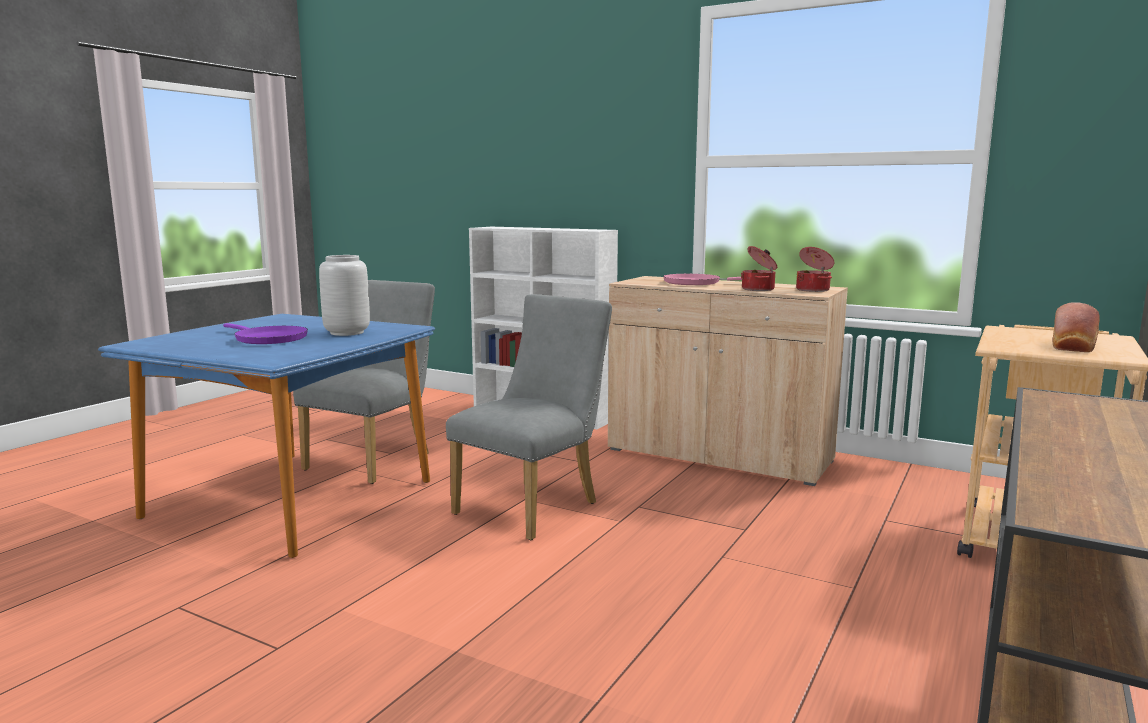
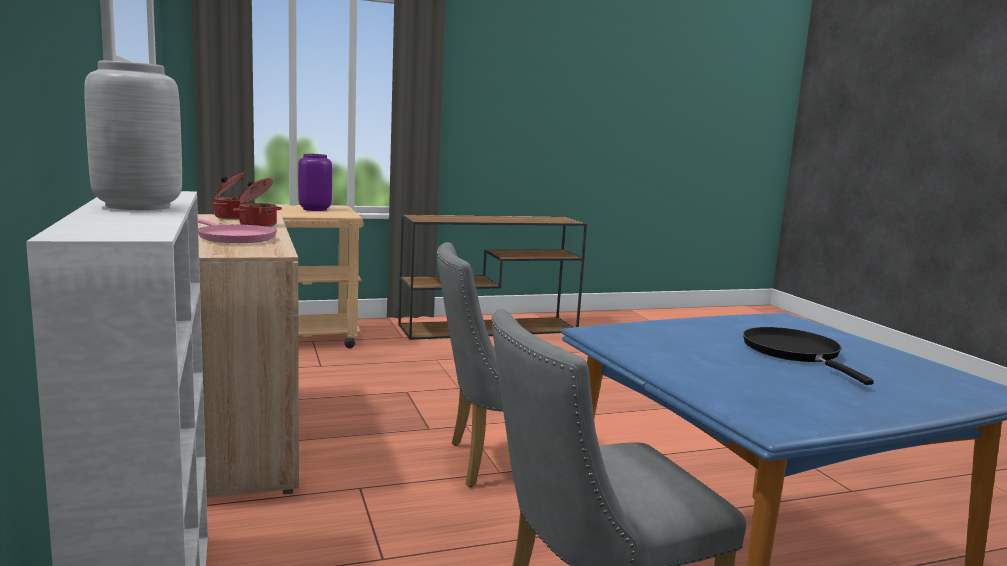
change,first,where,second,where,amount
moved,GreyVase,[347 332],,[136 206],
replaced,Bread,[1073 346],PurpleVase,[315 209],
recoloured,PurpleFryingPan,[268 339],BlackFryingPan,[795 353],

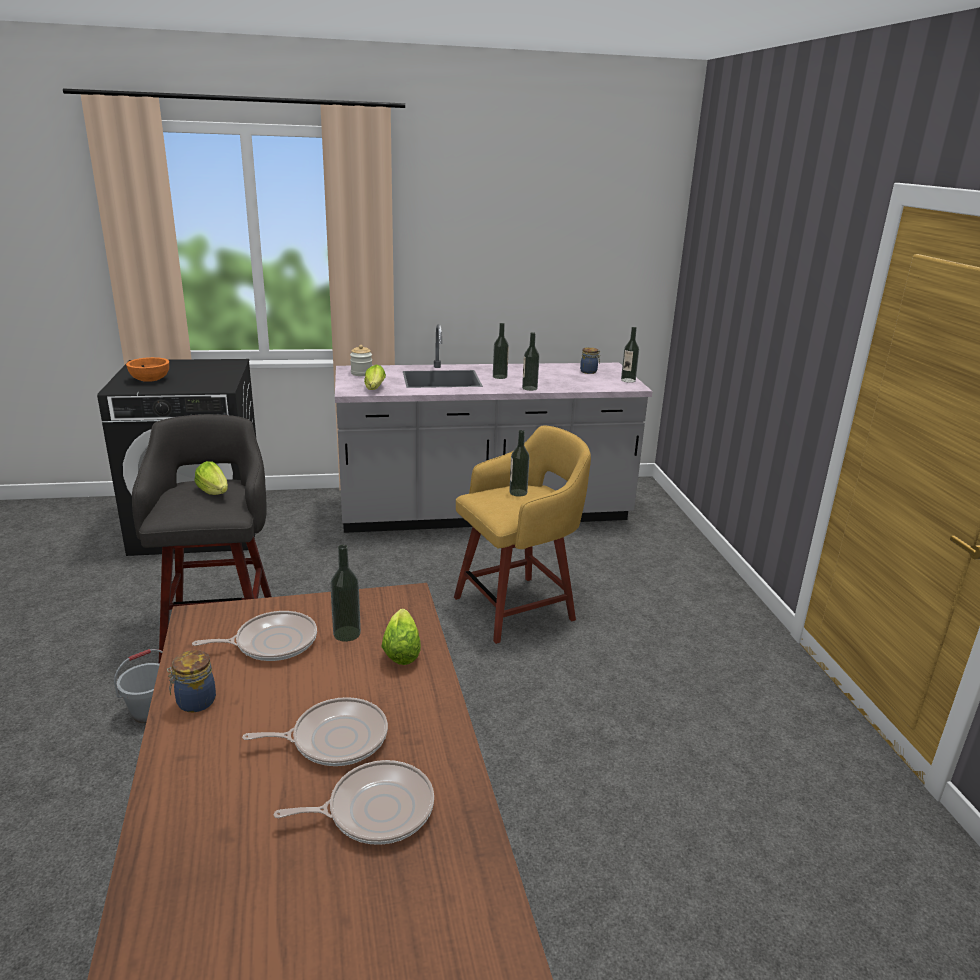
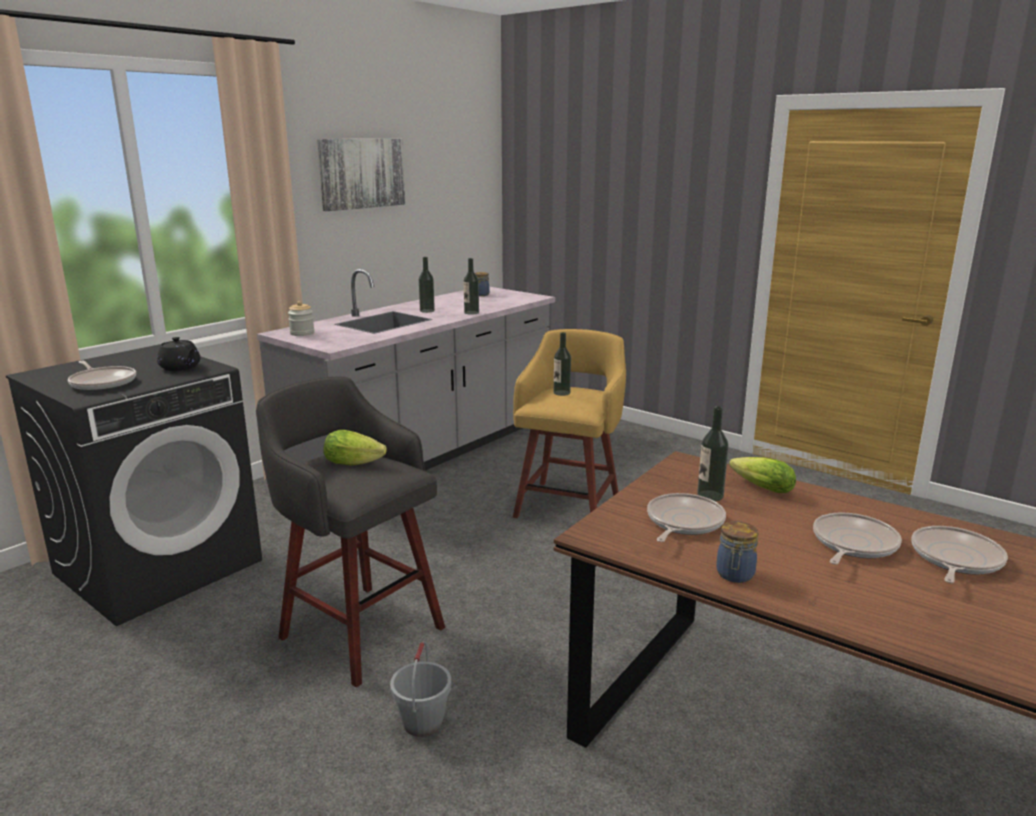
change,first,where,second,where,amount
replaced,OrangeBowl,[150 380],FryingPan,[103 383],
added,,,BlackTeapot,[180 368],
added,,,Picture,[361 173],
removed,Lettuce,[374 389],,,
removed,Bottle,[628 380],,,

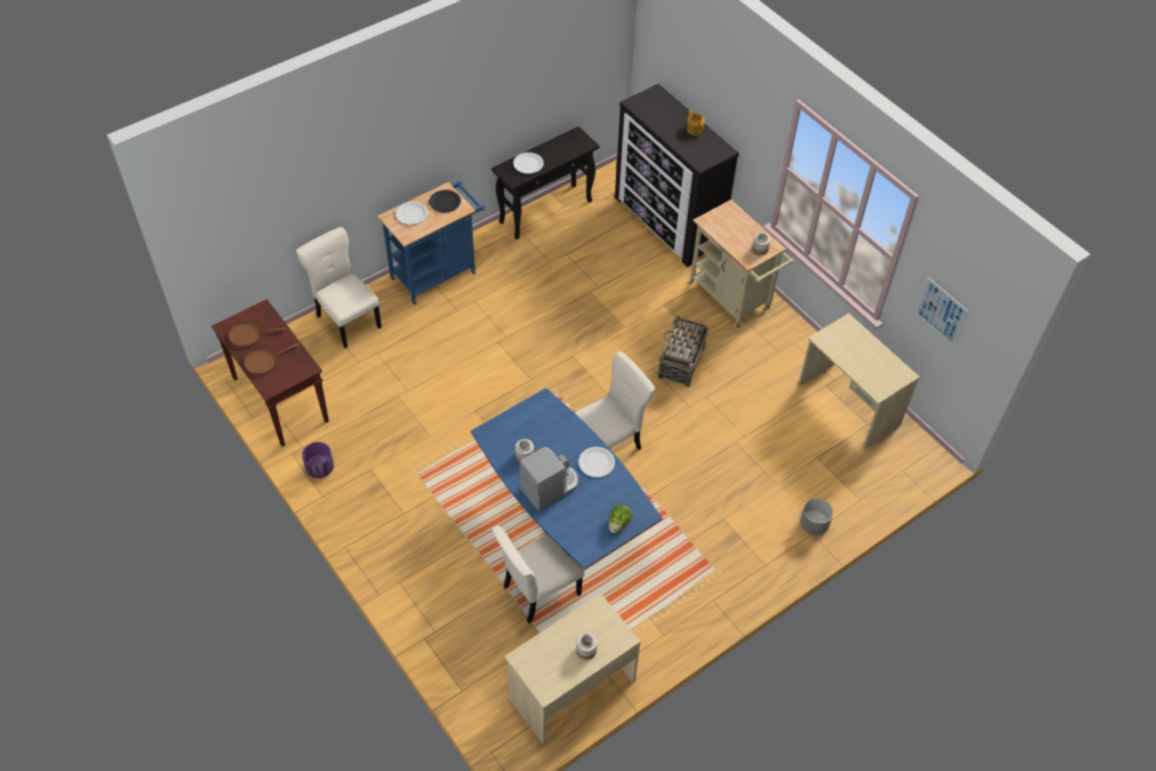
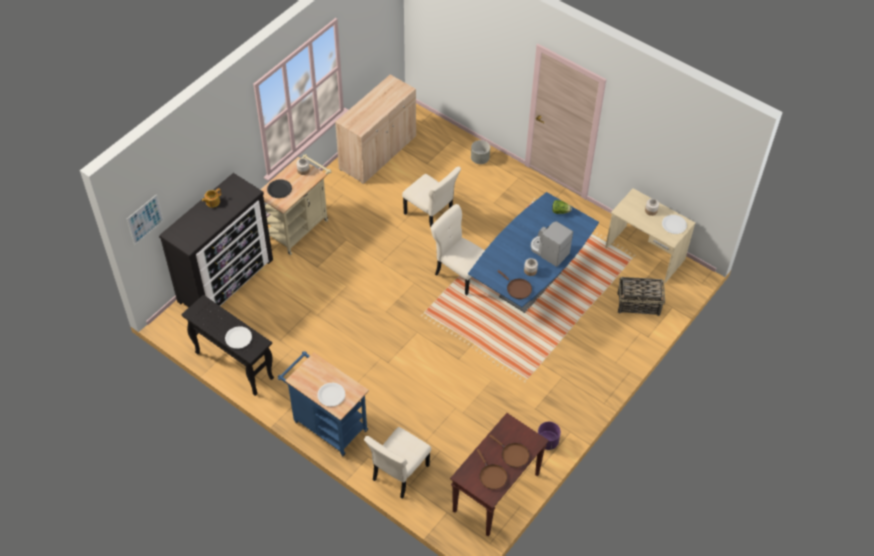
change,first,where,second,where,amount
moved,Picture,[941 311],,[145 219],
moved,BlackPlate,[445 202],,[279 189],
replaced,BeigeDesk,[848 405],BeigeCabinet,[378 153],
moved,BeigeChair,[538 591],,[430 216],
added,,,BrownFryingPan,[517 288],
moved,Basket,[680 363],,[639 304],
moved,WhitePlate,[596 463],,[674 225],

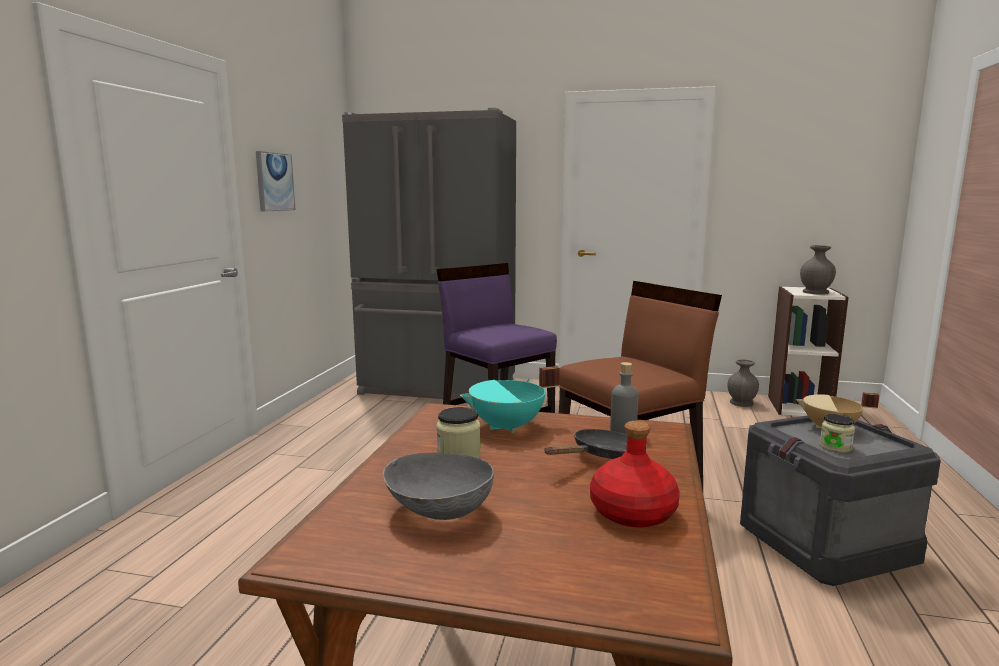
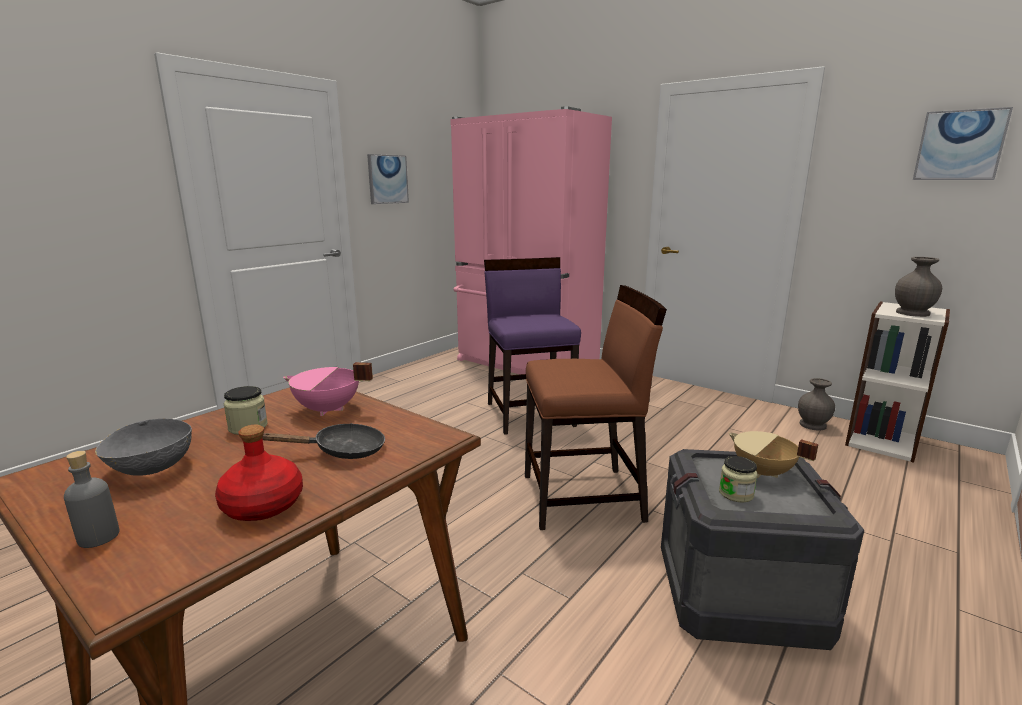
change,first,where,second,where,amount
moved,GreyBottle,[623 430],,[98 537],
recoloured,TurquoiseCookingPot,[508 427],PinkCookingPot,[327 410],
recoloured,GreyFridge,[437 388],PinkFridge,[525 363],
added,,,Picture,[960 145],

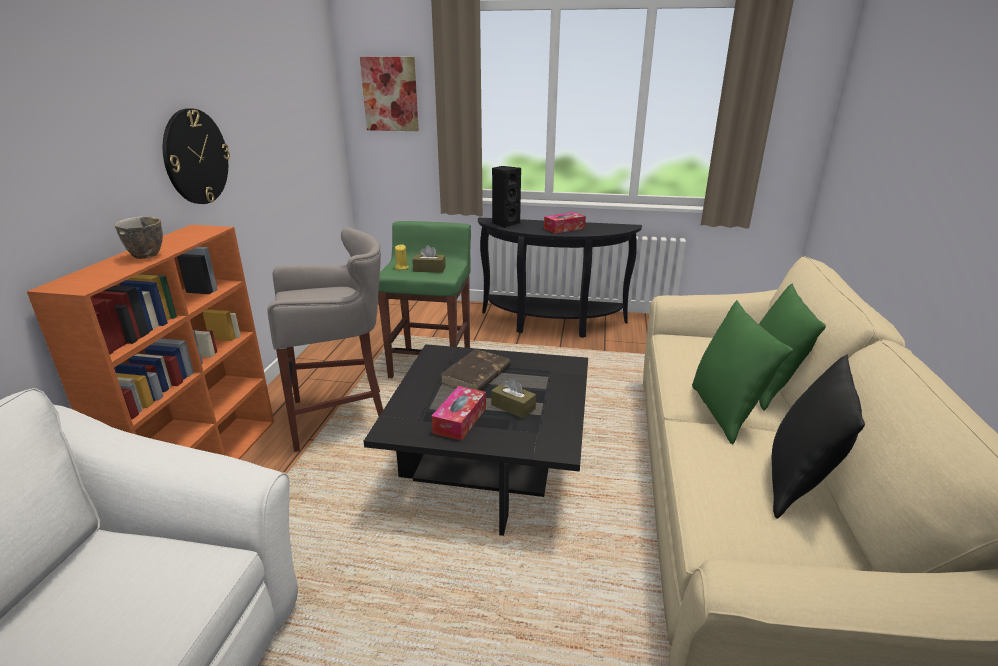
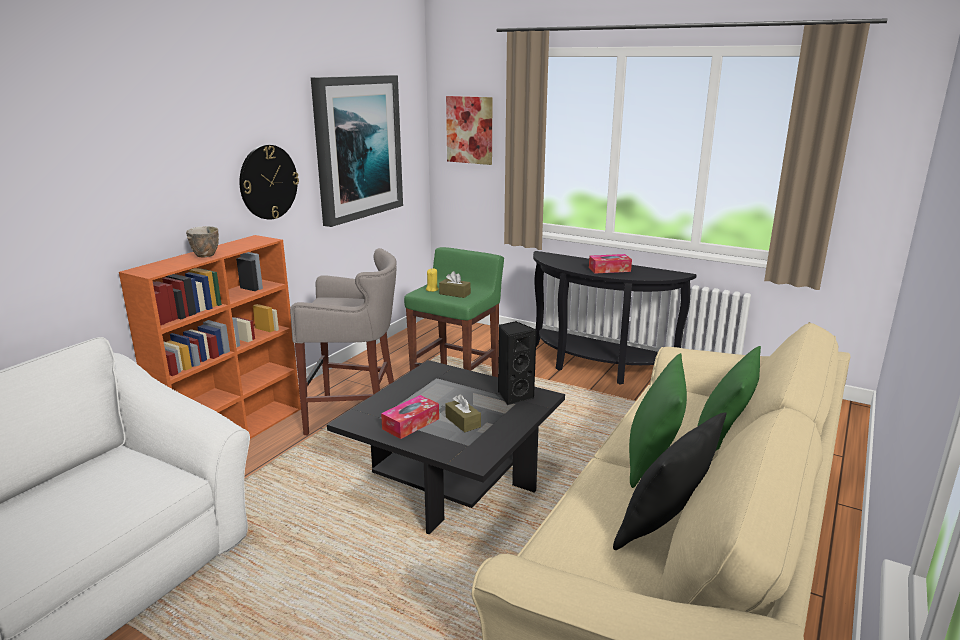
change,first,where,second,where,amount
added,,,Picture,[357 147],
moved,BlackSpeaker,[505 224],,[514 396],
removed,BrownBook,[476 375],,,

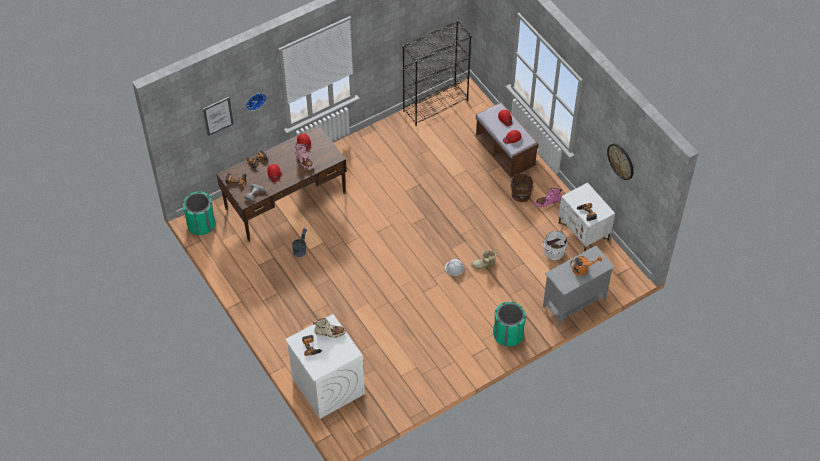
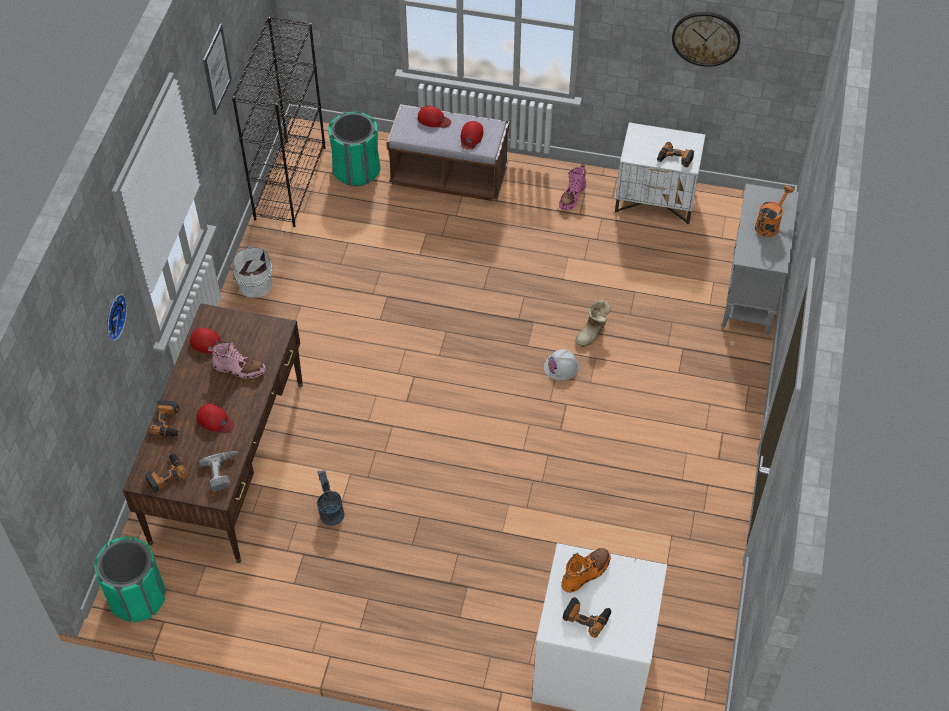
change,first,where,second,where,amount
moved,Picture,[218 116],,[216 69],
moved,WhiteBucket,[553 251],,[253 284],
moved,GreenTrashCan,[508 334],,[356 170],
recoloured,BeigeBoot,[329 332],OrangeBoot,[586 573],
removed,BrownBucket,[520 195],,,

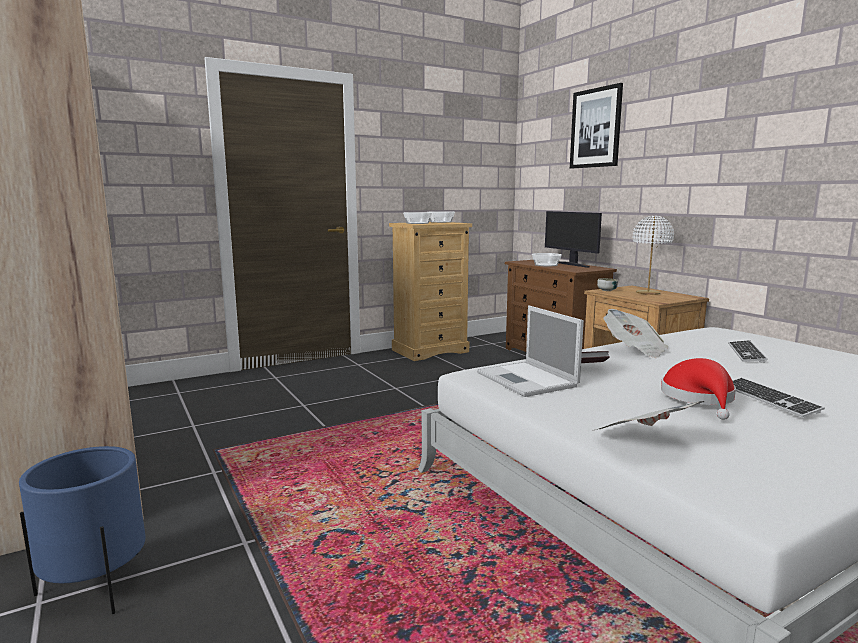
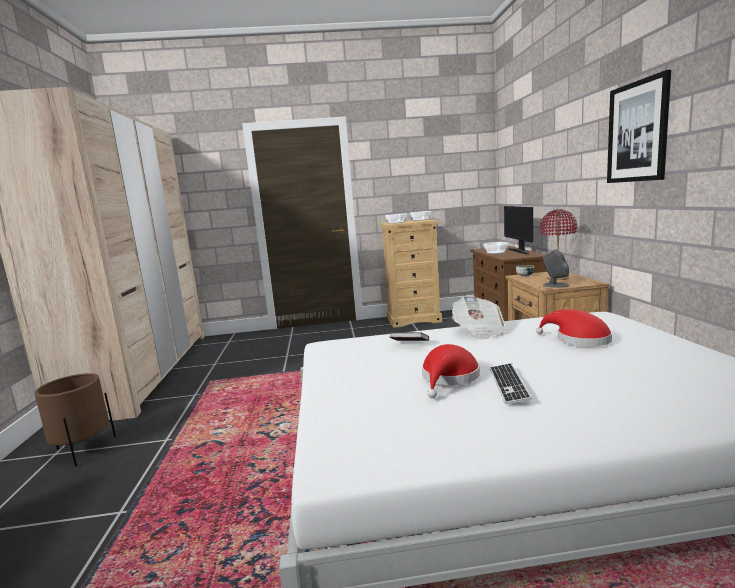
change,first,where,second,where,amount
recoloured,BluePlanter,[96 585],BrownPlanter,[83 450],
replaced,Keyboard,[746 353],RedHat,[578 339],
recoloured,WhiteTableLamp,[648 293],RedTableLamp,[557 278],
added,,,GreySpeaker,[555 285],
moved,Picture,[596 128],,[637 132],
removed,Laptop,[528 380],,,
removed,Newspaper,[643 442],,,

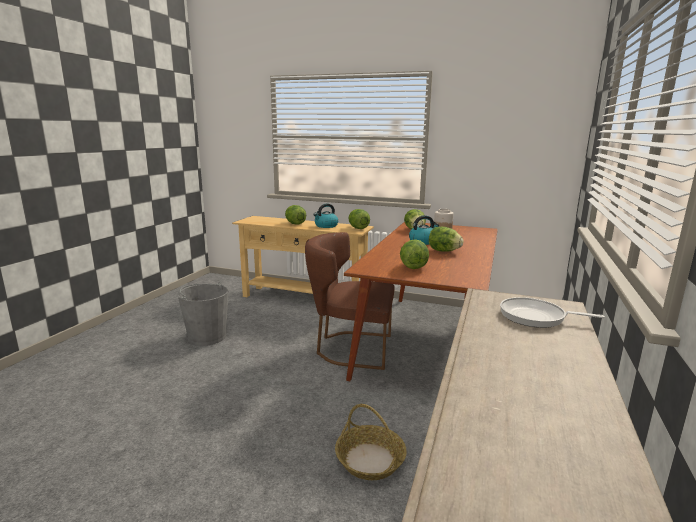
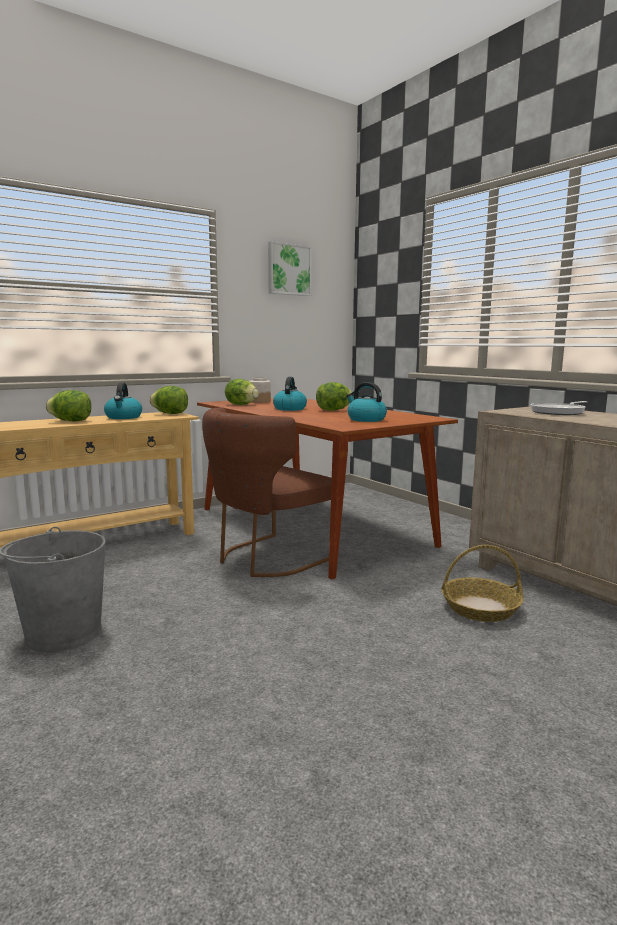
change,first,where,second,where,amount
added,,,Picture,[288 269],
replaced,Lettuce,[413 267],Kettle,[365 419],

